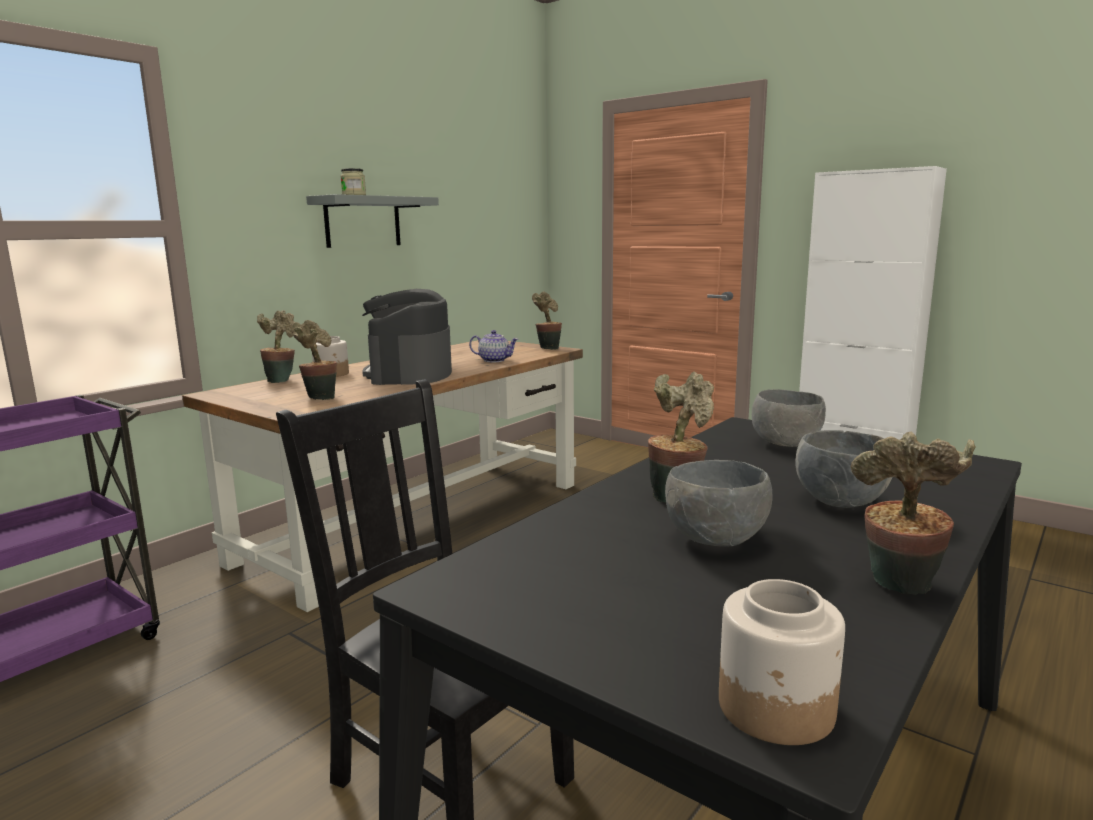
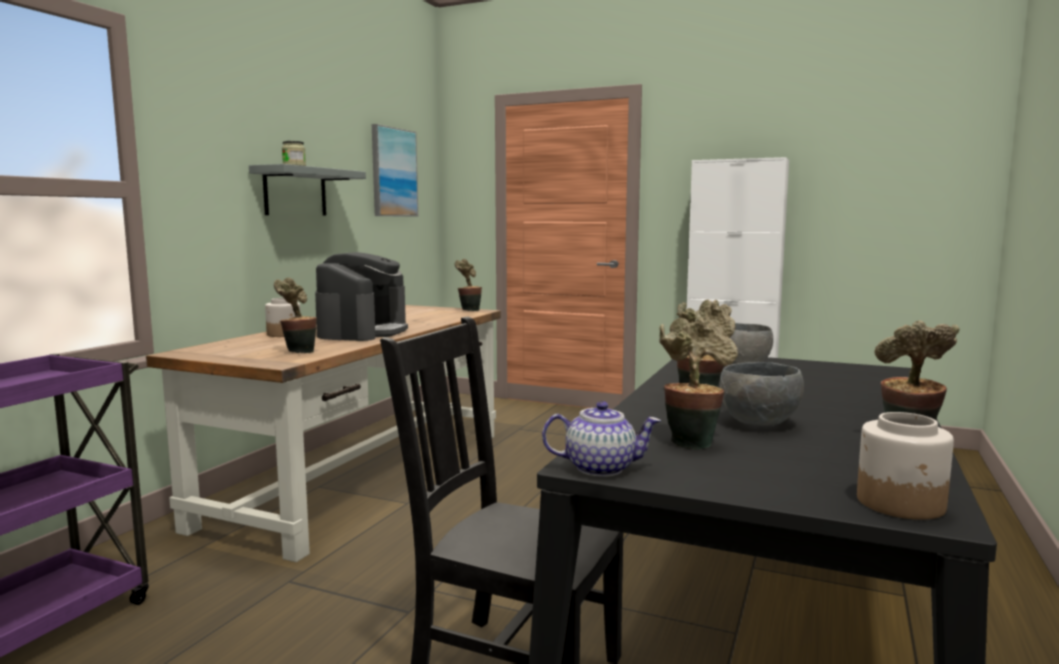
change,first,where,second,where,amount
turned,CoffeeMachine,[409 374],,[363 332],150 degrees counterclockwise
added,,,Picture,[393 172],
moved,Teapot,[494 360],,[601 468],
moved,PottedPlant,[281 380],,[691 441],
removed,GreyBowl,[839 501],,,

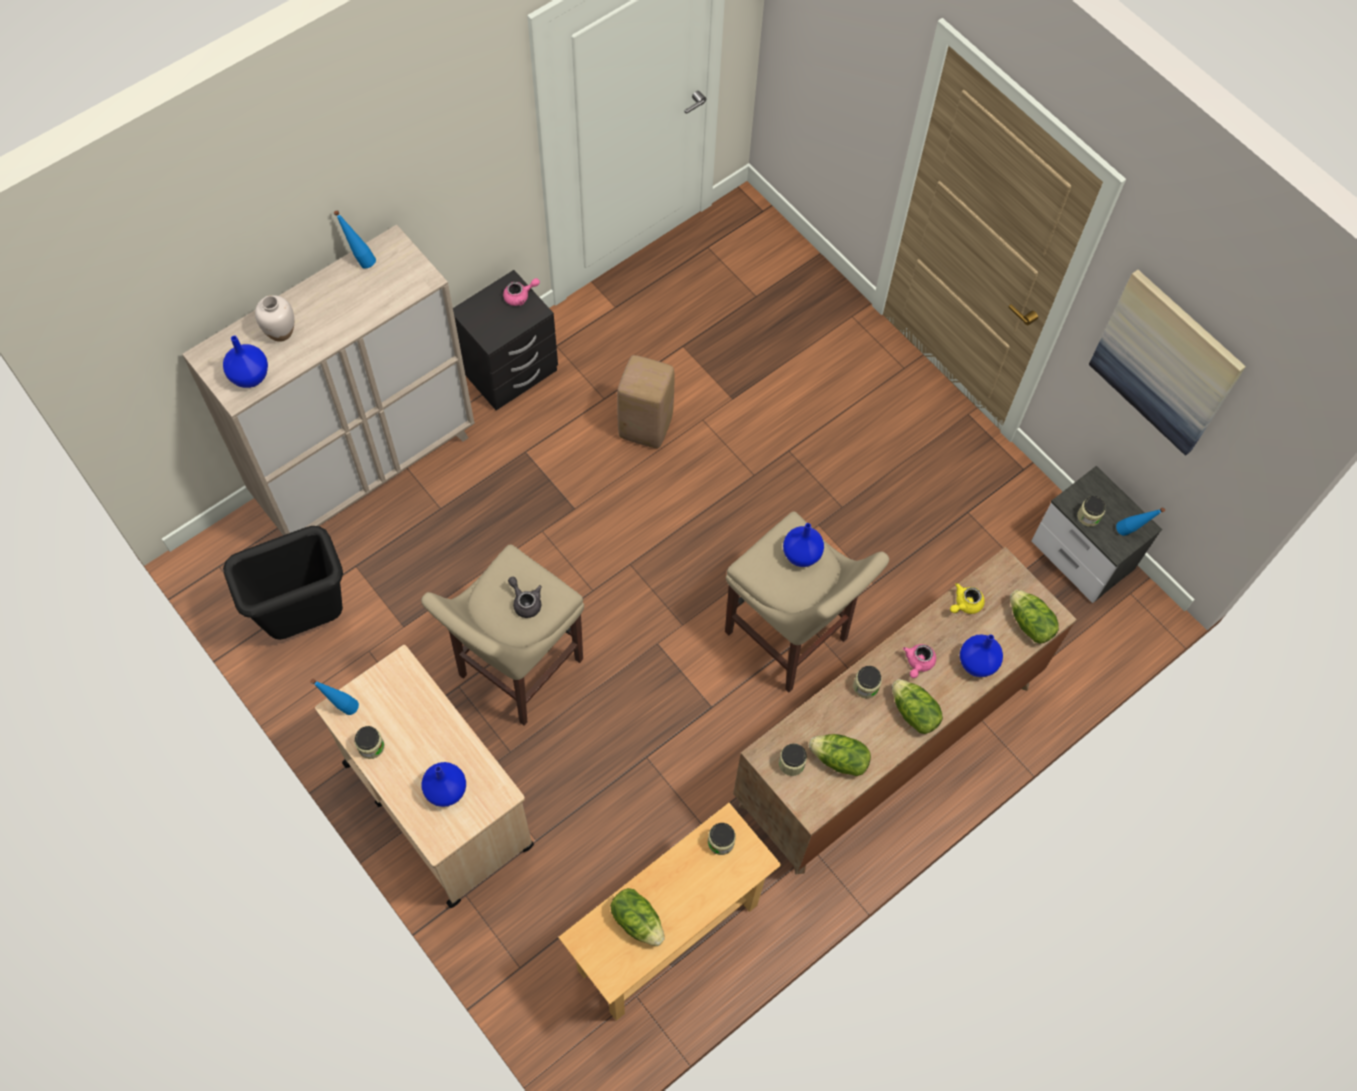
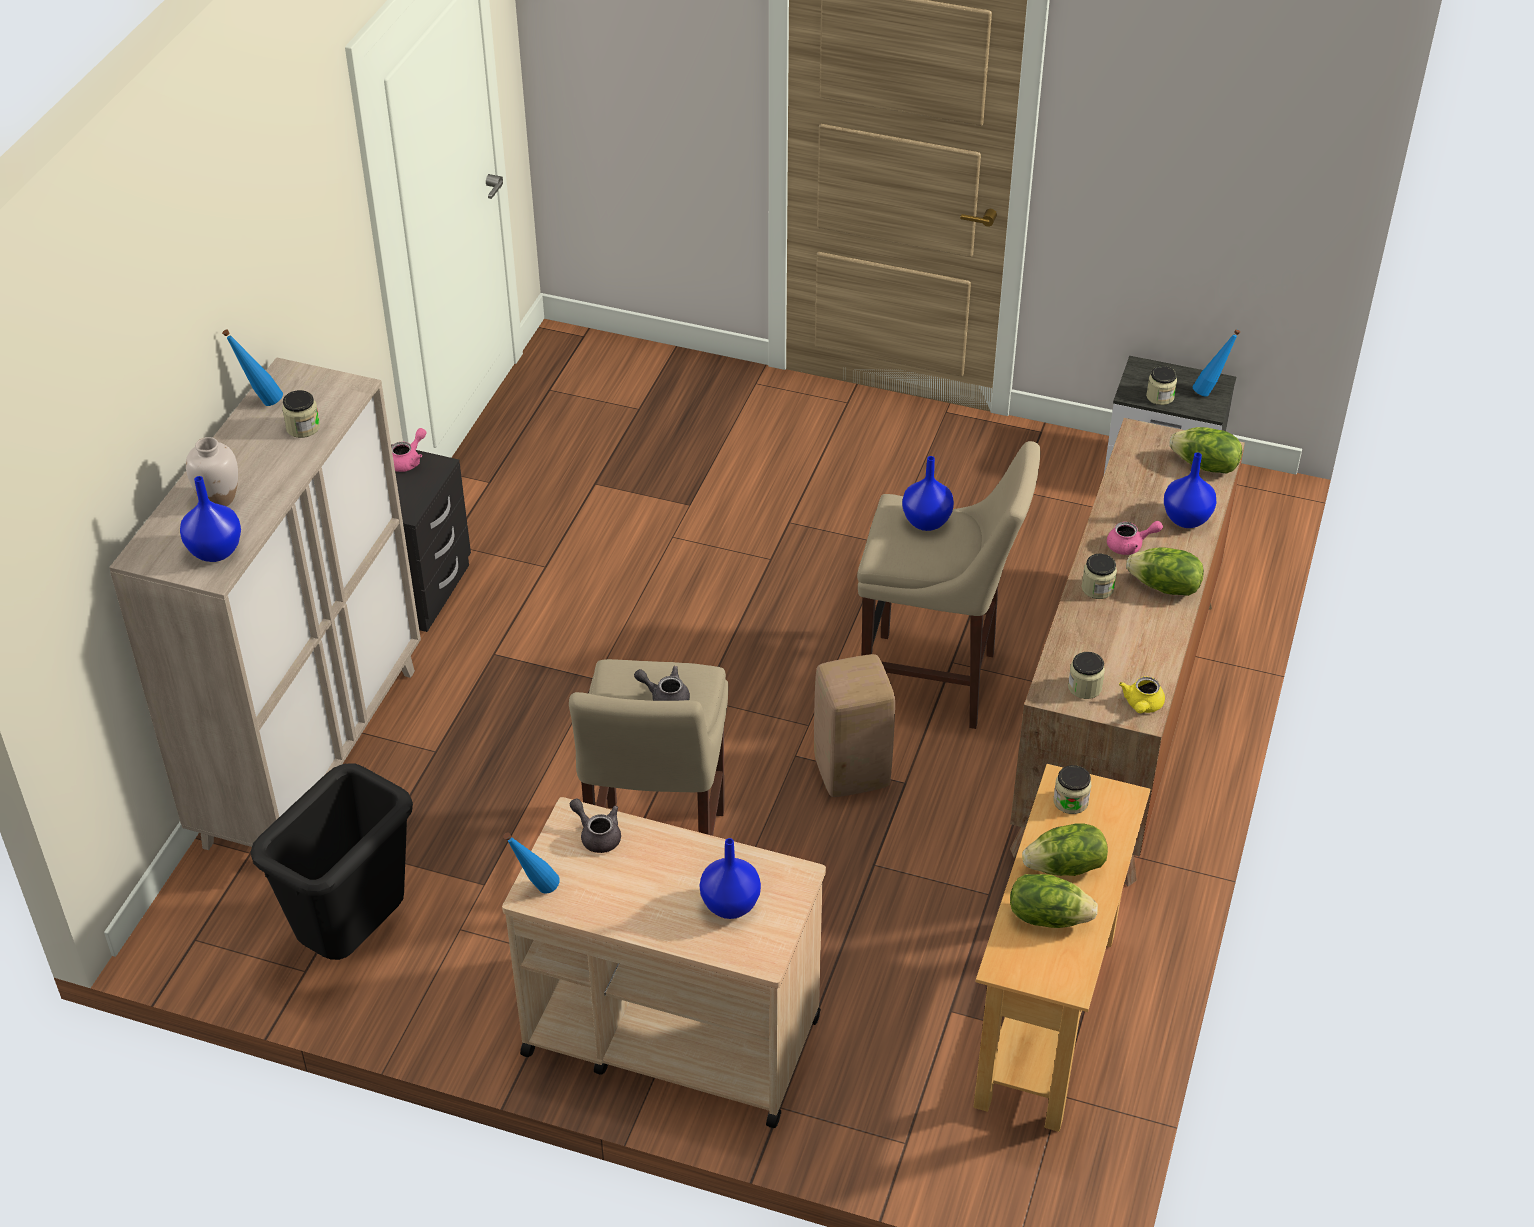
change,first,where,second,where,amount
moved,Jar,[371 746],,[303 427],
added,,,GreyTeapot,[597 835],
moved,BeigeStool,[644 427],,[851 774],
moved,Lettuce,[839 760],,[1065 867],
turned,PinkTeapot,[918 663],,[1130 545],90 degrees counterclockwise
moved,YellowTeapot,[965 604],,[1142 705],
removed,Picture,[1166 362],,,

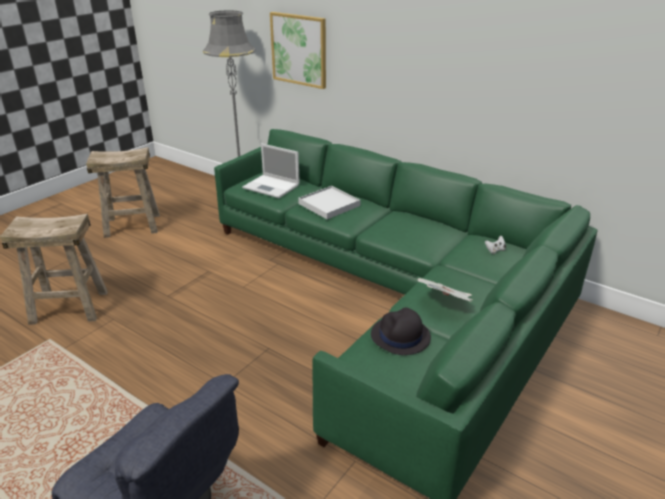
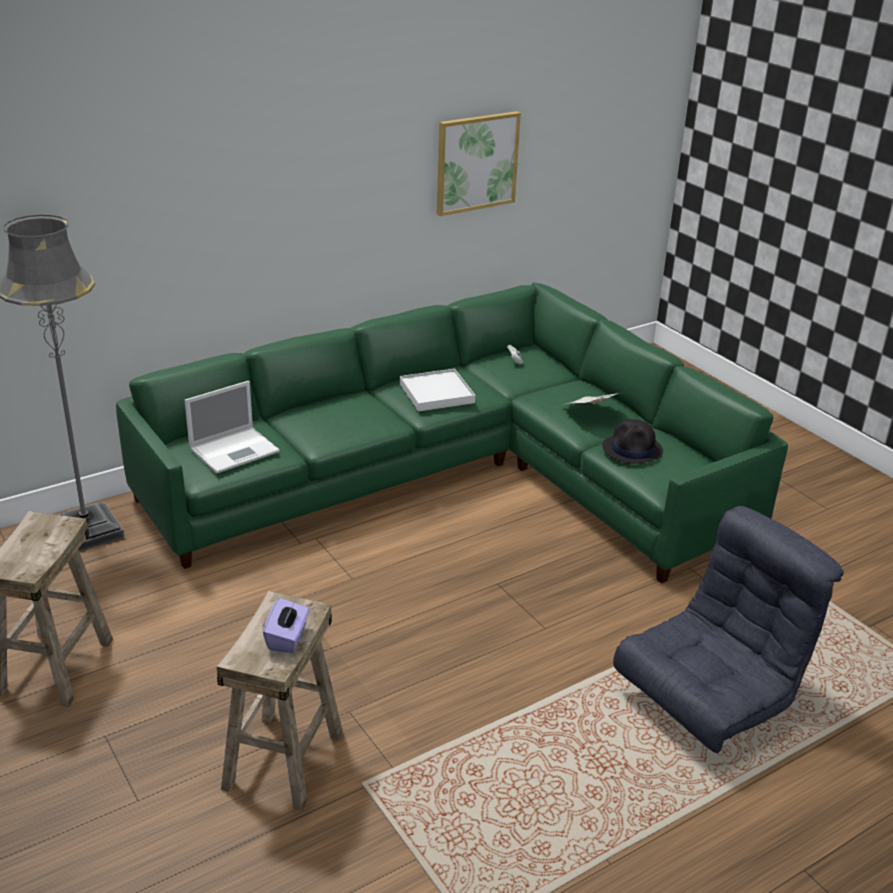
change,first,where,second,where,amount
added,,,PurpleTissueBox,[287 638],
moved,WhiteTray,[329 205],,[436 393],
moved,Picture,[299 50],,[476 162],

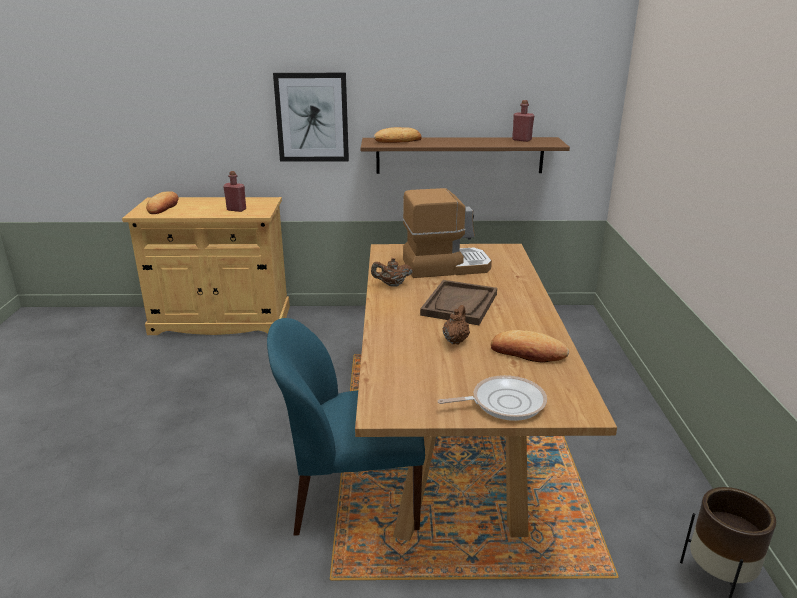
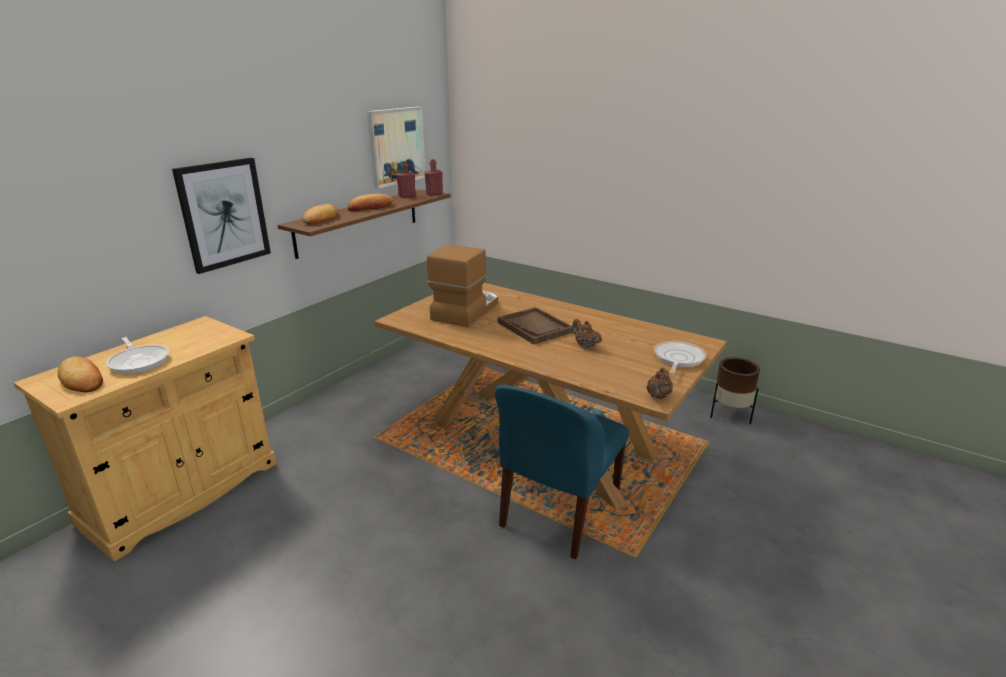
change,first,where,second,where,amount
added,,,FryingPan,[139 361],
moved,Bread,[528 352],,[370 207],
added,,,Picture,[396 146],
moved,RedBottle,[236 209],,[434 194],
moved,BrownTeapot,[392 285],,[658 396],

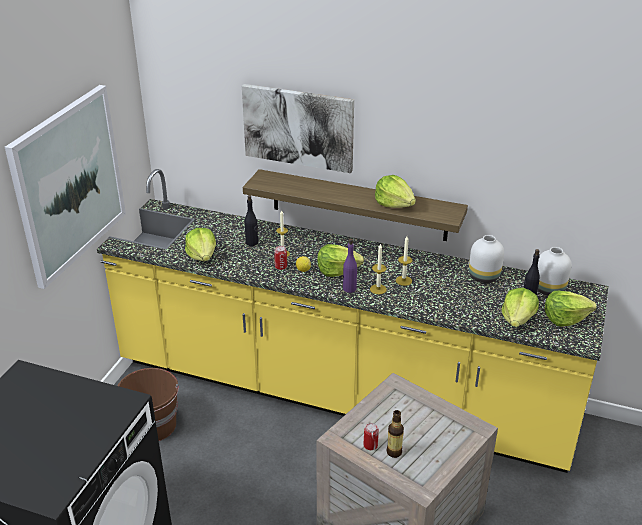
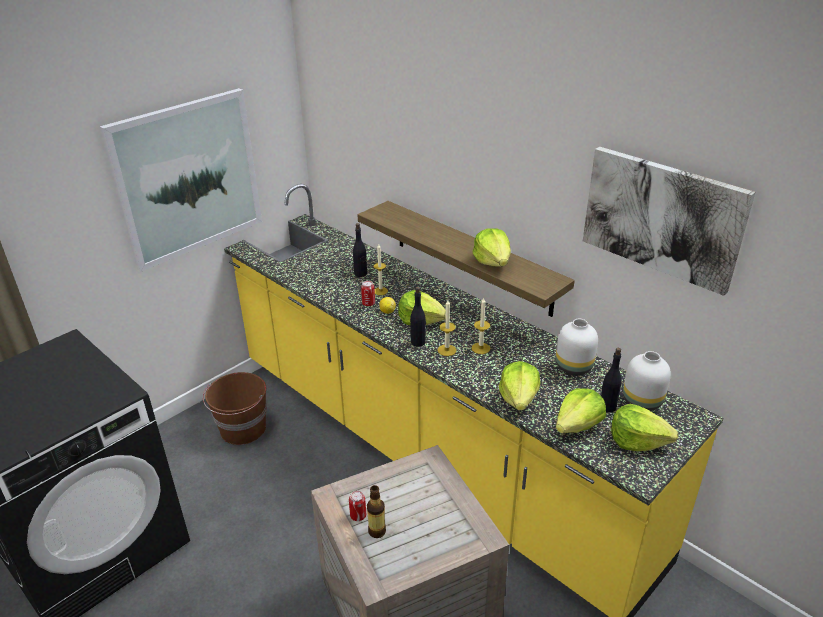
change,first,where,second,where,amount
recoloured,PurpleBottle,[349 288],BlackBottle,[418 342],
moved,Lettuce,[202 256],,[519 398],
moved,Picture,[298 127],,[662 217],

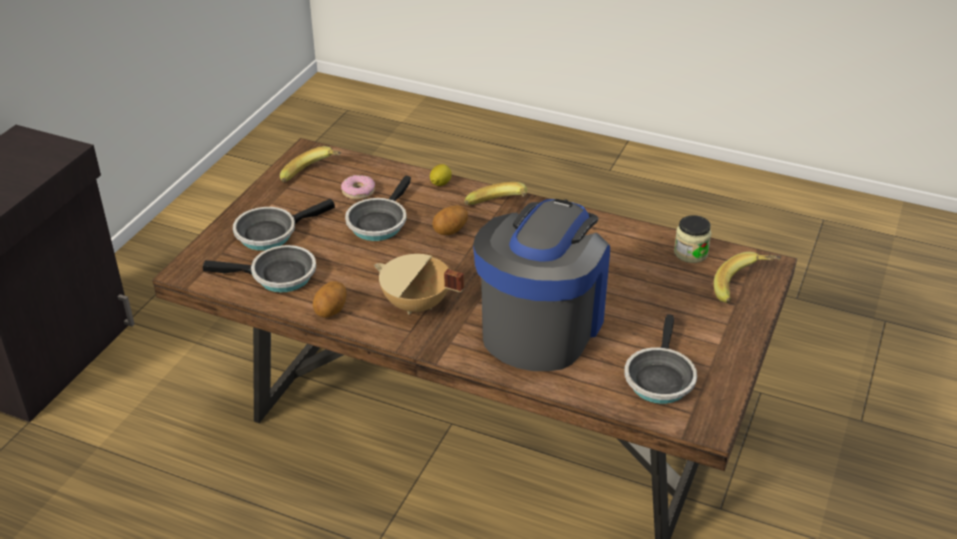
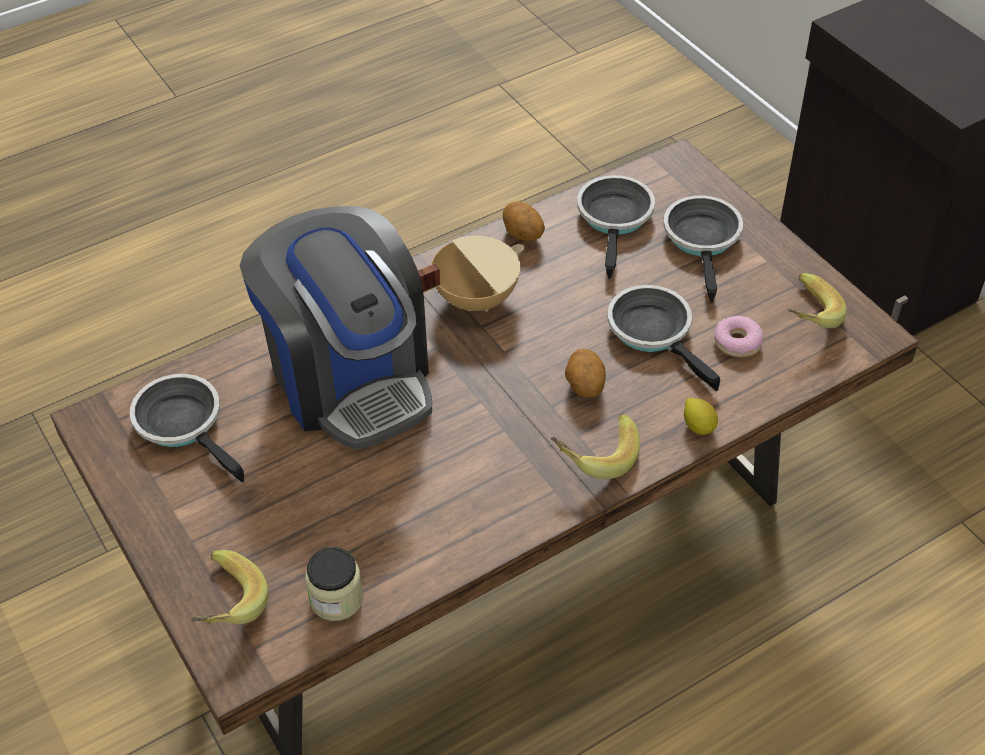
change,first,where,second,where,amount
turned,FryingPan,[278 276],,[615 219],150 degrees clockwise

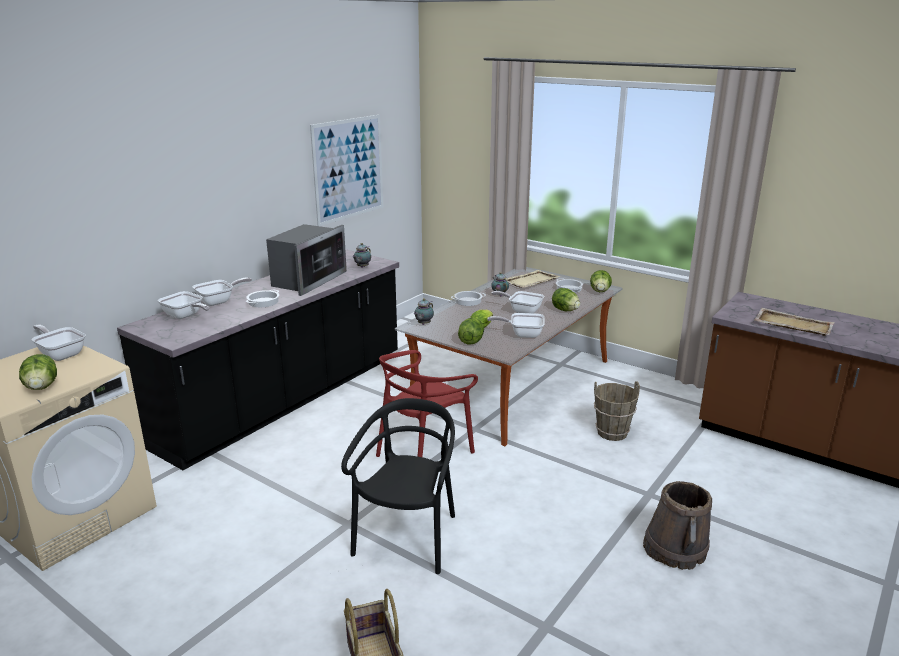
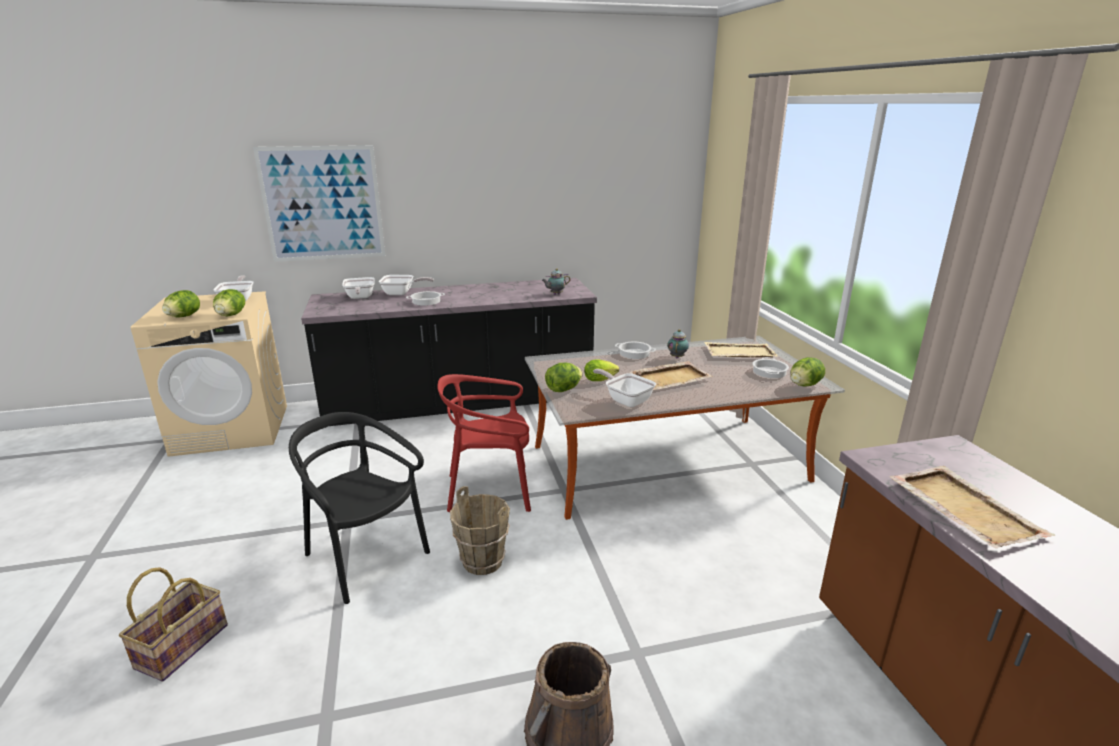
change,first,where,second,where,amount
moved,Lettuce,[565 310],,[231 315],
moved,Picture,[348 169],,[322 204],
turned,BlackChair,[408 537],,[365 557],105 degrees counterclockwise
moved,BrownBucket,[612 433],,[482 562],
replaced,FryingPan,[522 311],BeigeTray,[671 378],
removed,Microwave,[307 280],,,
removed,Teapot,[423 324],,,

